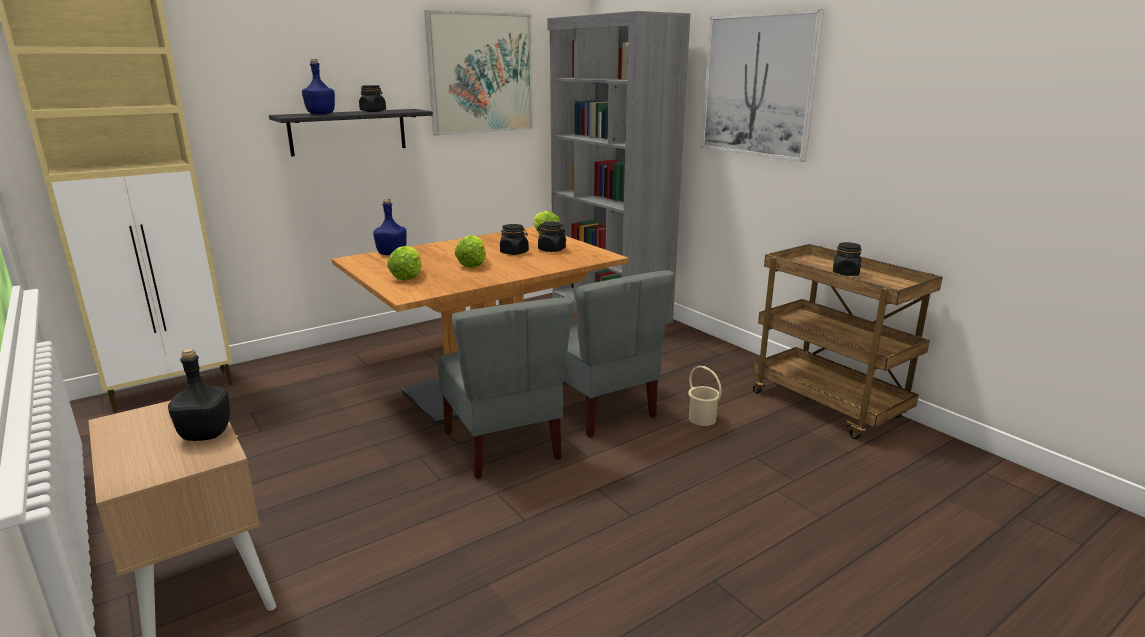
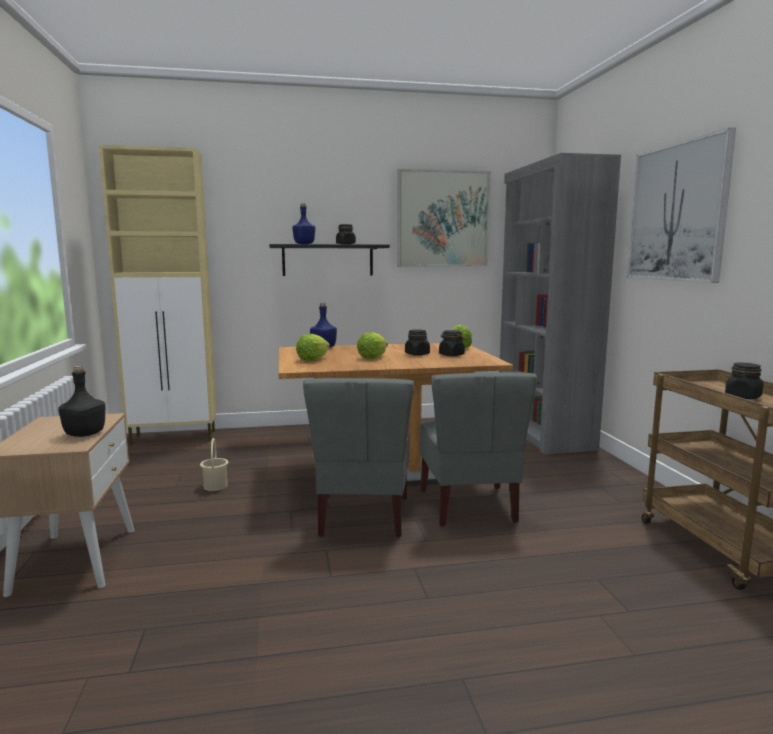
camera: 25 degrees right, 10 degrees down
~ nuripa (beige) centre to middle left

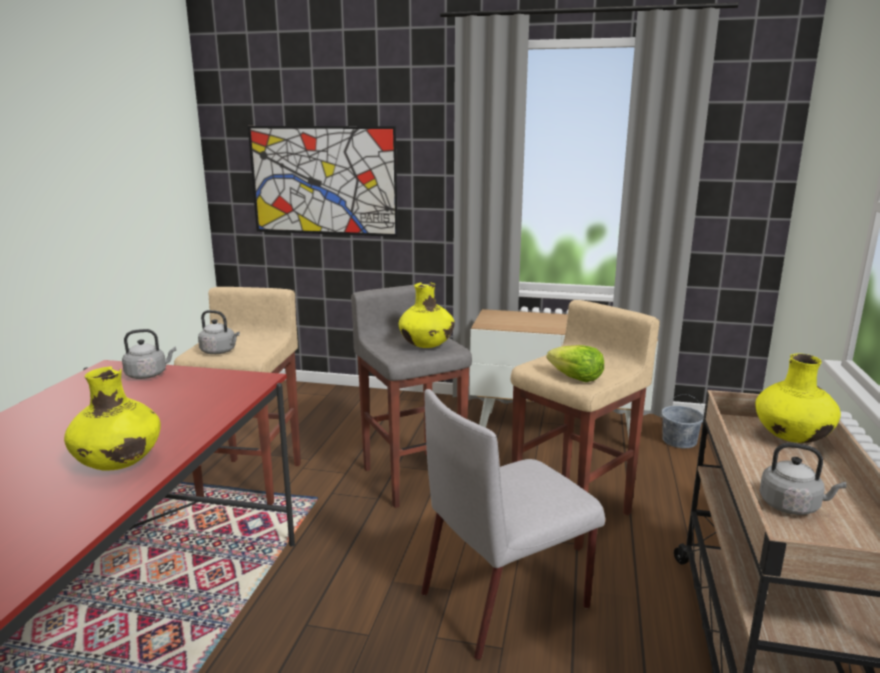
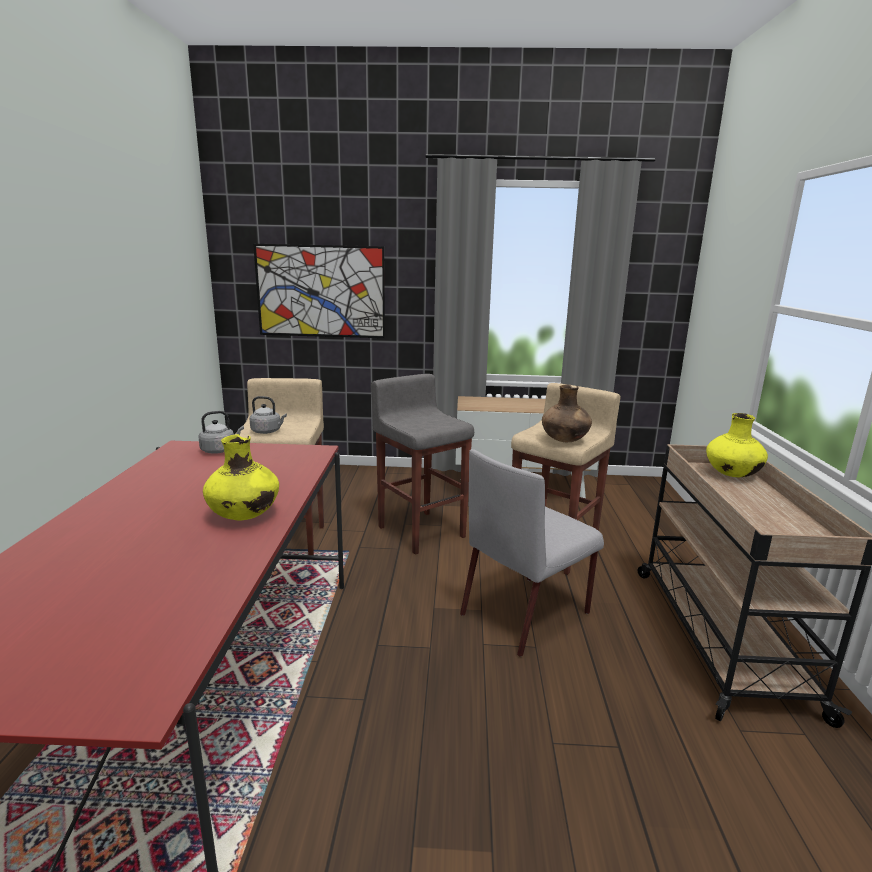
camera: 10 degrees left, 0 degrees up
- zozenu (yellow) (no. 2 from left) centre
- nuripa (grey) middle right
- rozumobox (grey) (no. 3 from left) bottom right
~ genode centre to zozenu (brown) centre

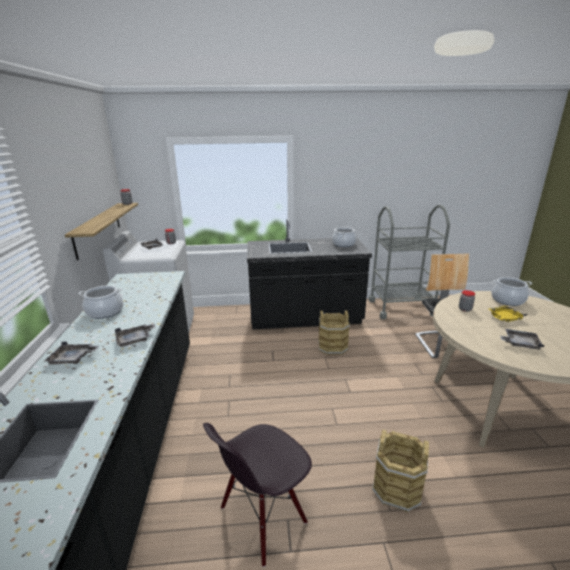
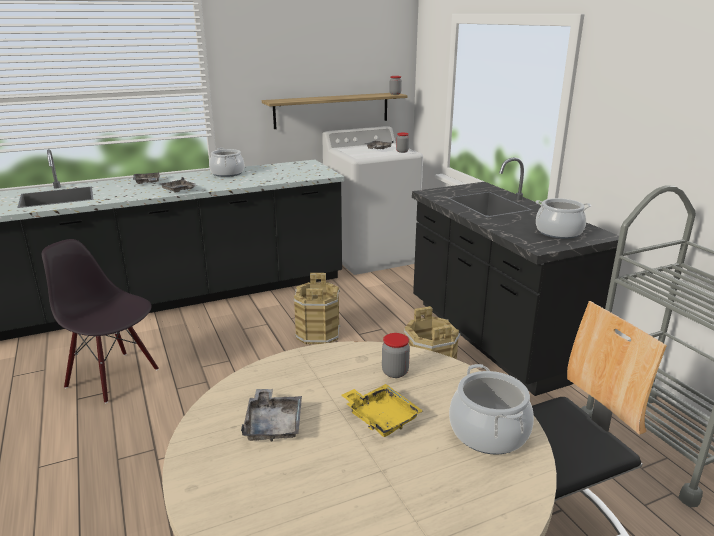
camera: 70 degrees right, 0 degrees up
~ nuripa (brown) (no. 2 from left in the first image) bottom right to nuripa (brown) (no. 1 from left) centre

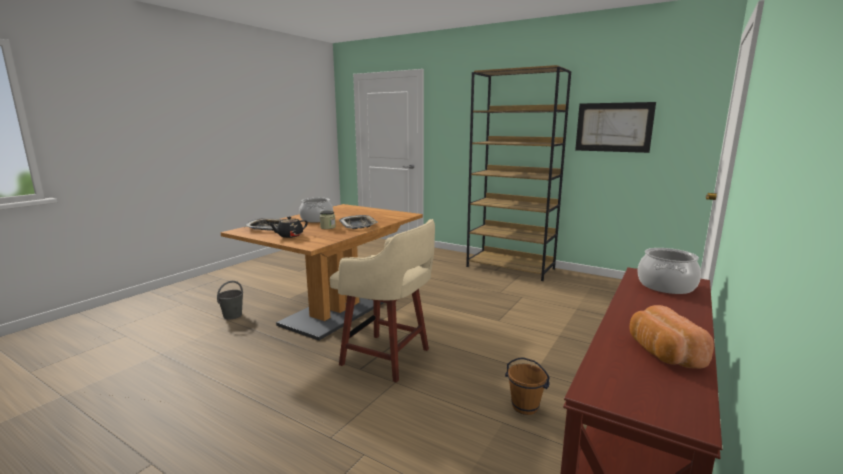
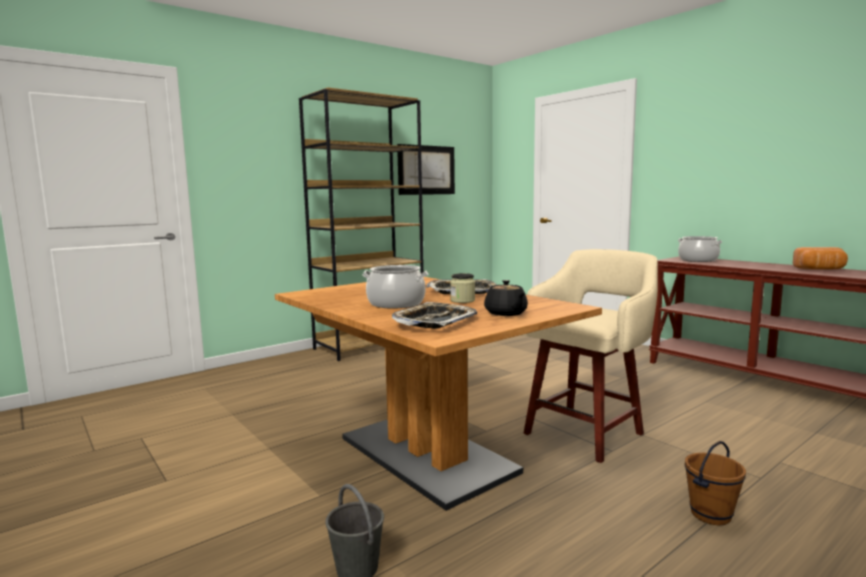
camera: 70 degrees left, 5 degrees down
~ nuripa (brown) bottom centre to bottom right

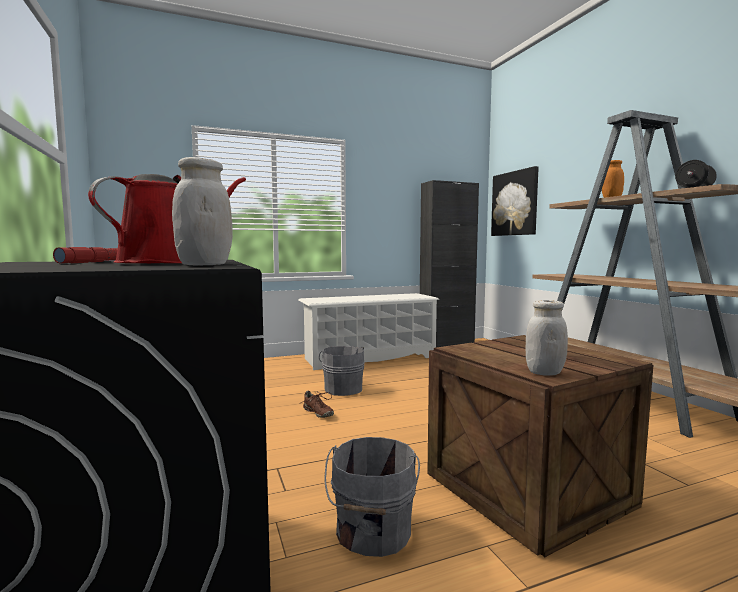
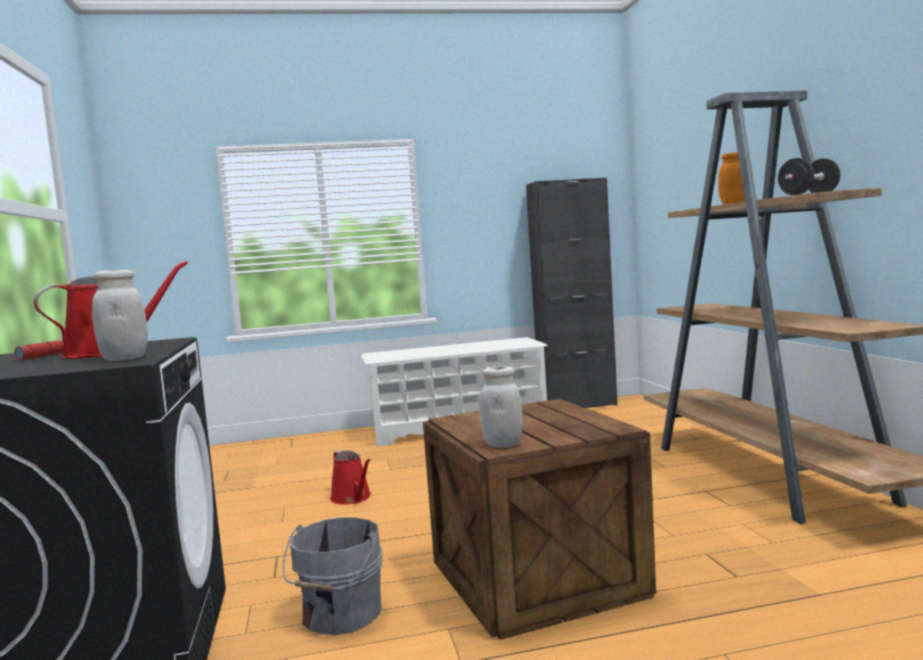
camera: 10 degrees right, 0 degrees up
- nuripa (grey) (no. 1 from left) centre
- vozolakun middle right
~ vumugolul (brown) bottom centre to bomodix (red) (no. 2 from left) bottom centre

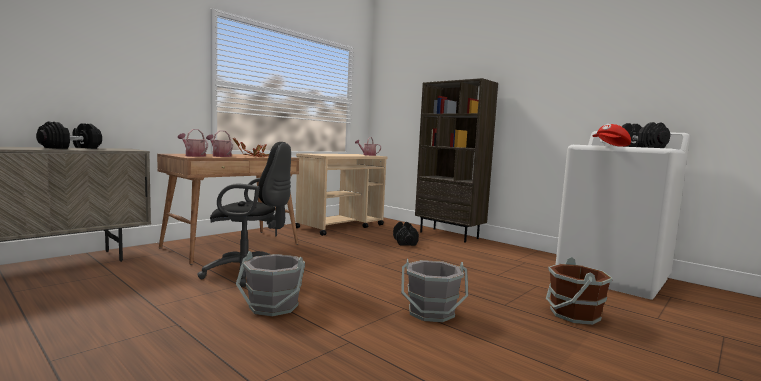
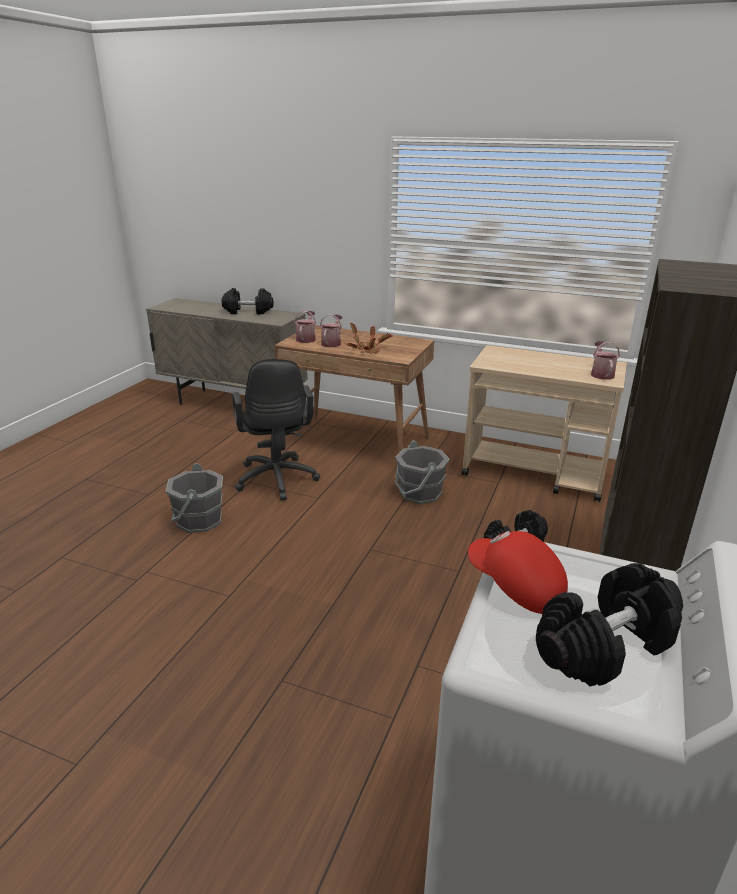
camera: 70 degrees right, 20 degrees up
- nuripa (brown) bottom right
~ nuripa (grey) (no. 2 from left) bottom centre to centre

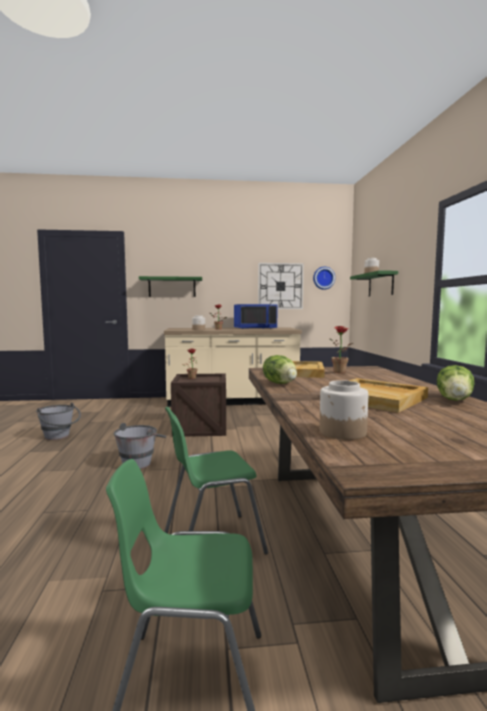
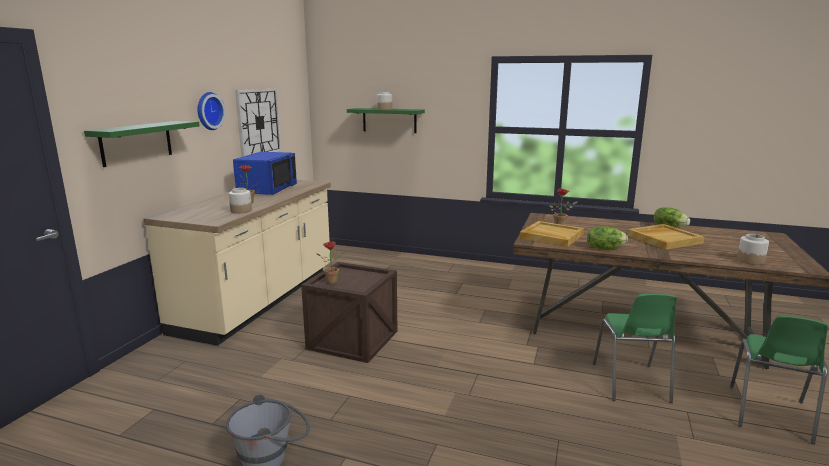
camera: 65 degrees left, 10 degrees up
- nuripa (grey) (no. 2 from left) middle left
~ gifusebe (no. 2 from left in the first image) centre to gifusebe (no. 1 from left) top left

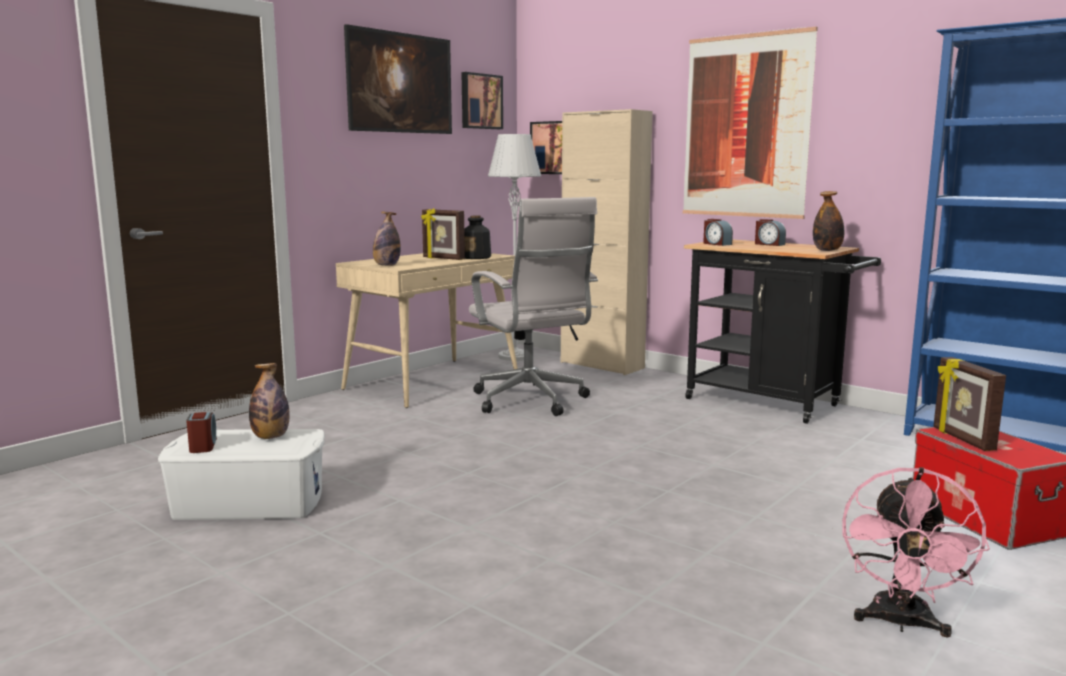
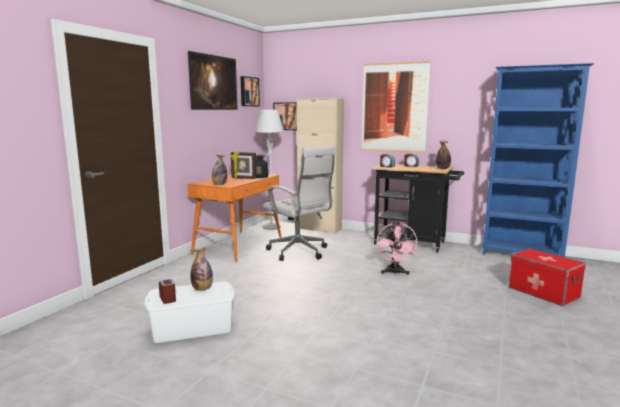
camera: 15 degrees left, 0 degrees up
- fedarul (no. 2 from left) middle right
~ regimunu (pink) bottom right to centre
~ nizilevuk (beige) centre to nizilevuk (orange) centre

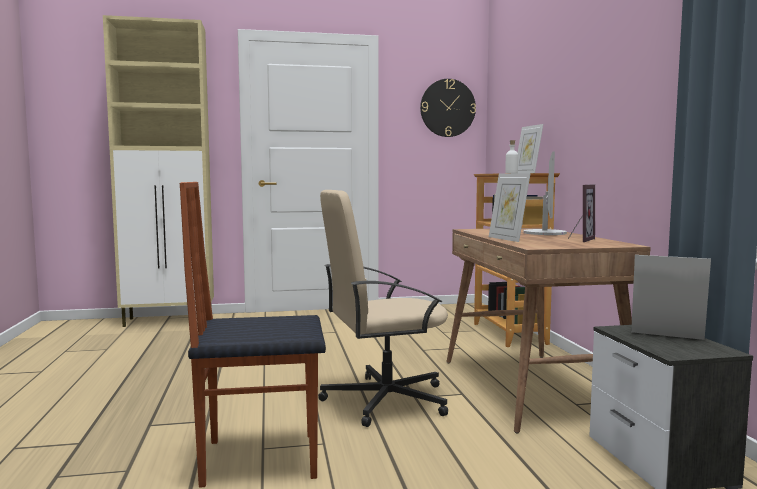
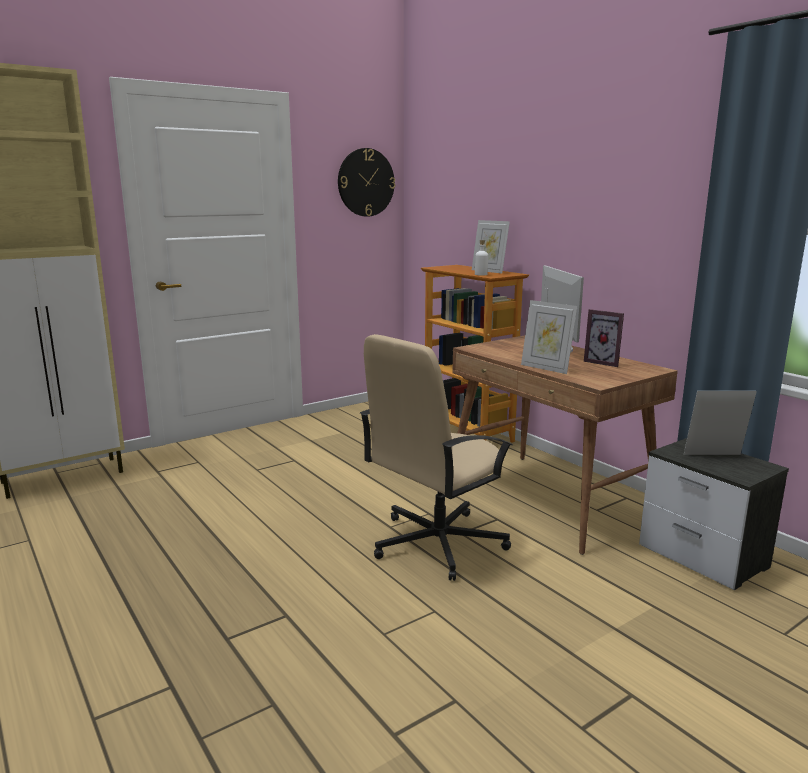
camera: 25 degrees left, 10 degrees up
- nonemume bottom centre
~ fedarul (no. 3 from left) middle right = middle right 120 degrees clockwise

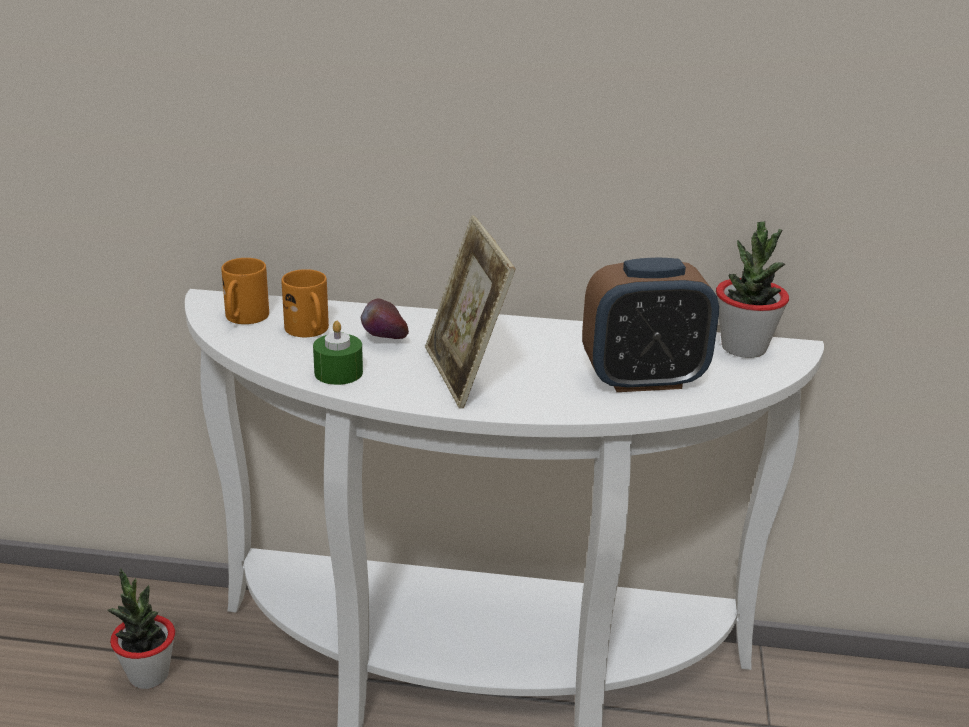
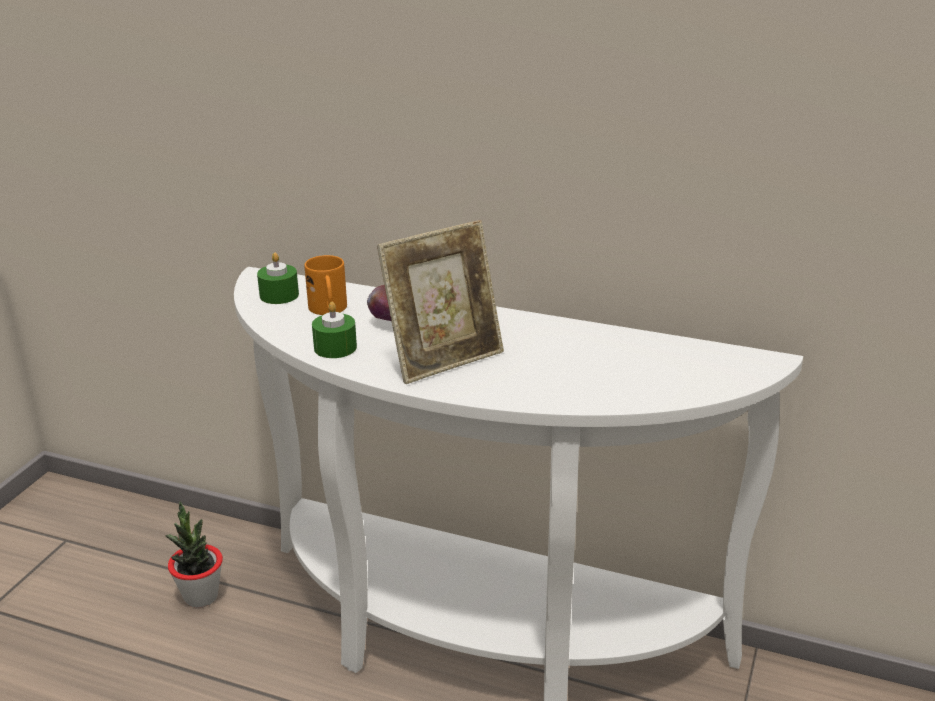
camera: 15 degrees right, 0 degrees up
- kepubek middle right
- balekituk (no. 2 from left) middle right
~ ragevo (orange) (no. 1 from left) middle left to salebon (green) (no. 1 from left) middle left
~ fedarul centre = centre 120 degrees counterclockwise

